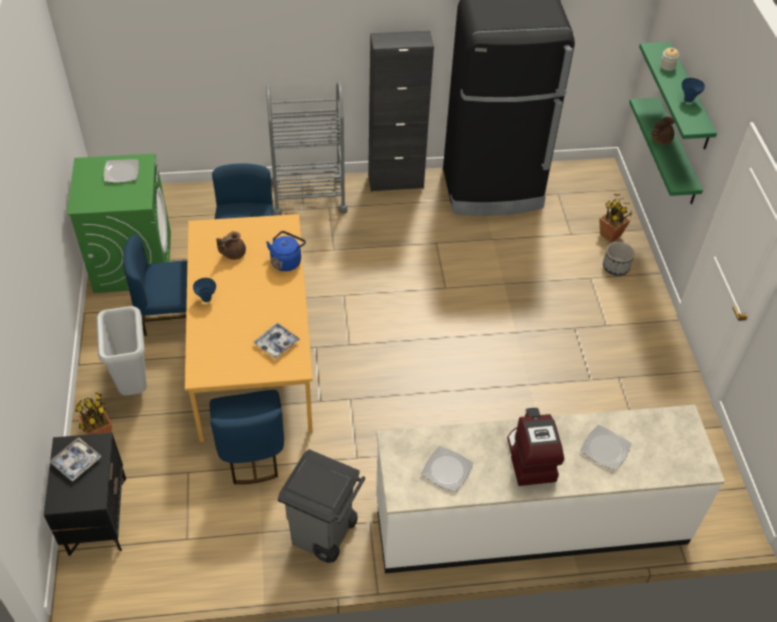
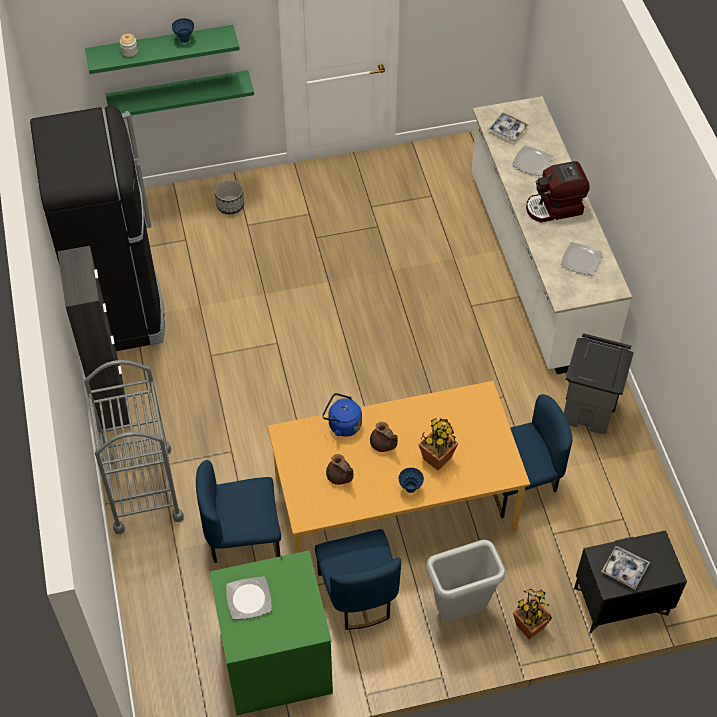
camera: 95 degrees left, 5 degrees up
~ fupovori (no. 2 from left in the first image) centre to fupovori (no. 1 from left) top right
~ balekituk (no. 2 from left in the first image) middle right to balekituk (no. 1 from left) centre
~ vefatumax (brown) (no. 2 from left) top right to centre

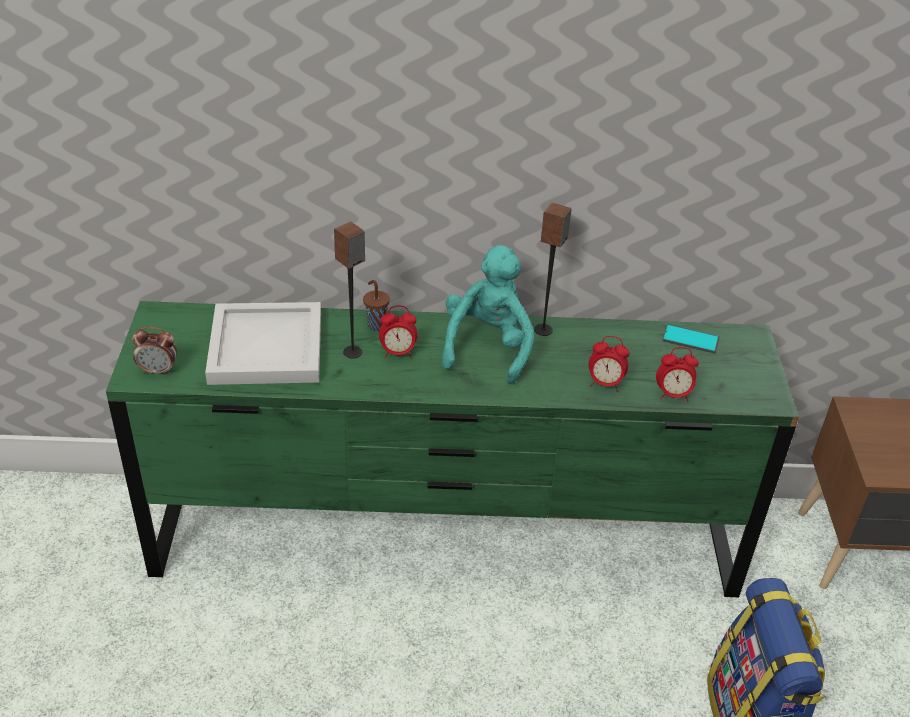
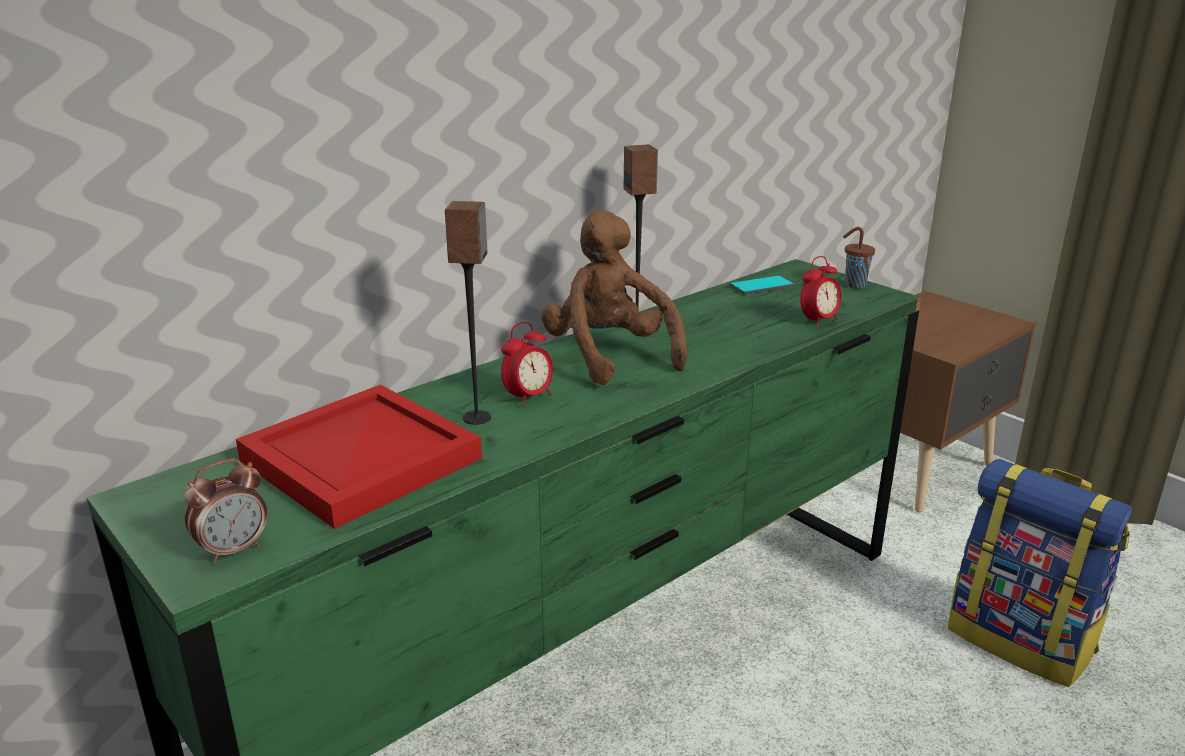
camera: 40 degrees left, 15 degrees down
- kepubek (no. 3 from left) middle right
~ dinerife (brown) centre to middle right
~ fupovori (white) middle left to fupovori (red) middle left
~ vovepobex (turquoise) centre to vovepobex (brown) centre

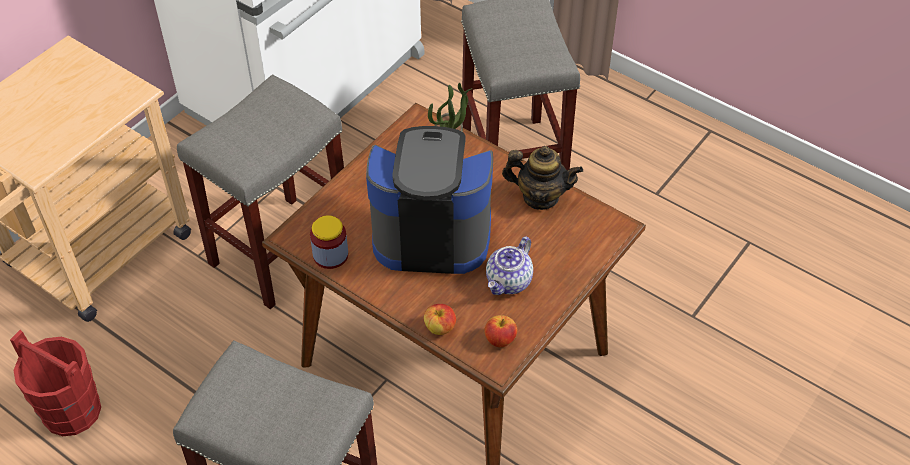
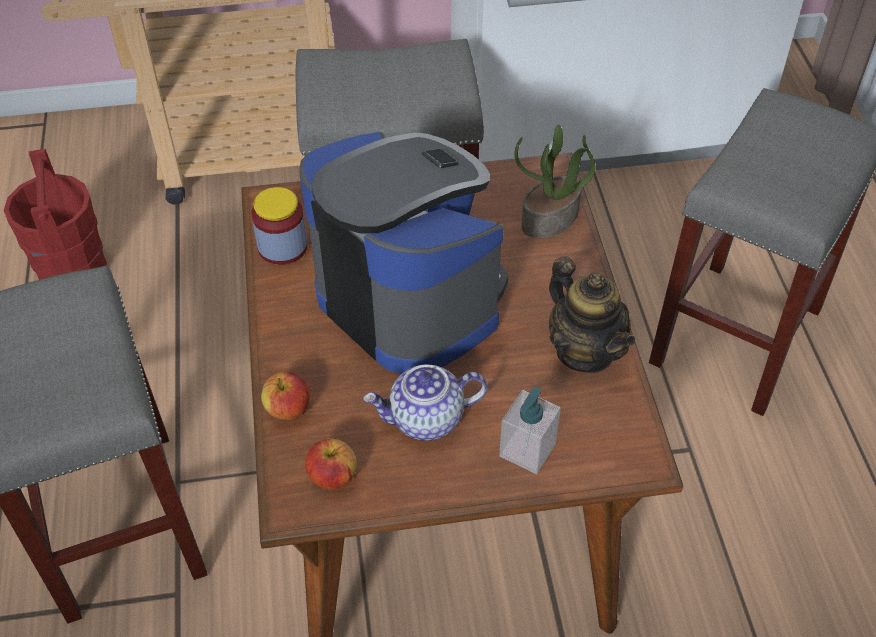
camera: 45 degrees right, 0 degrees up
+ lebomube bottom centre

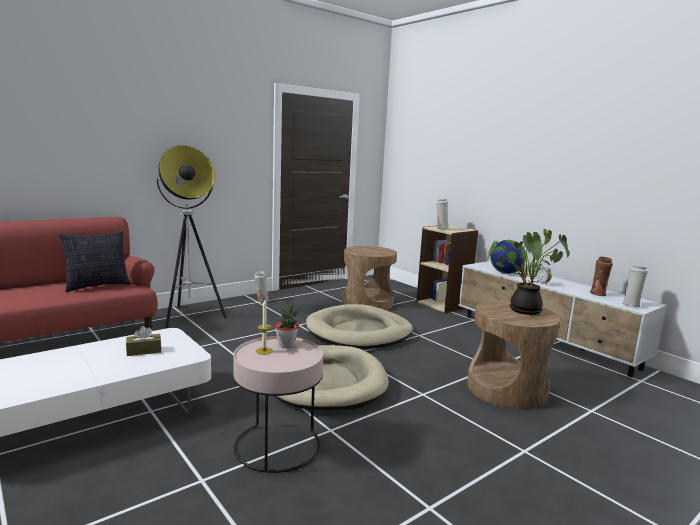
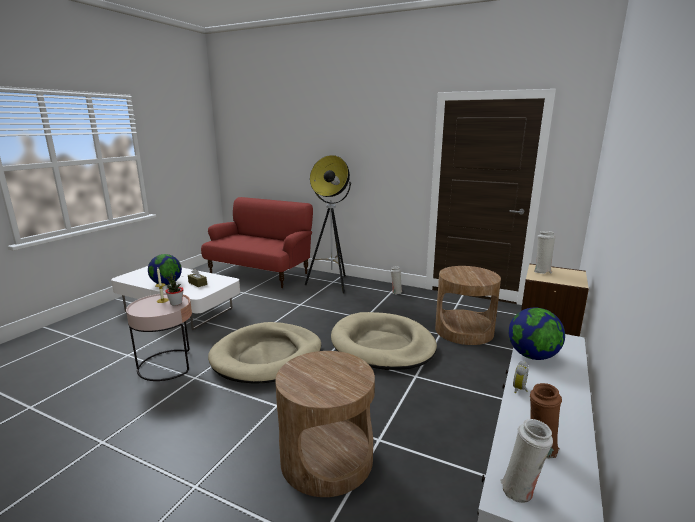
camera: 65 degrees right, 5 degrees up
- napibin middle left
- balekituk (no. 2 from left) middle right
+ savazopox (no. 1 from left) middle left

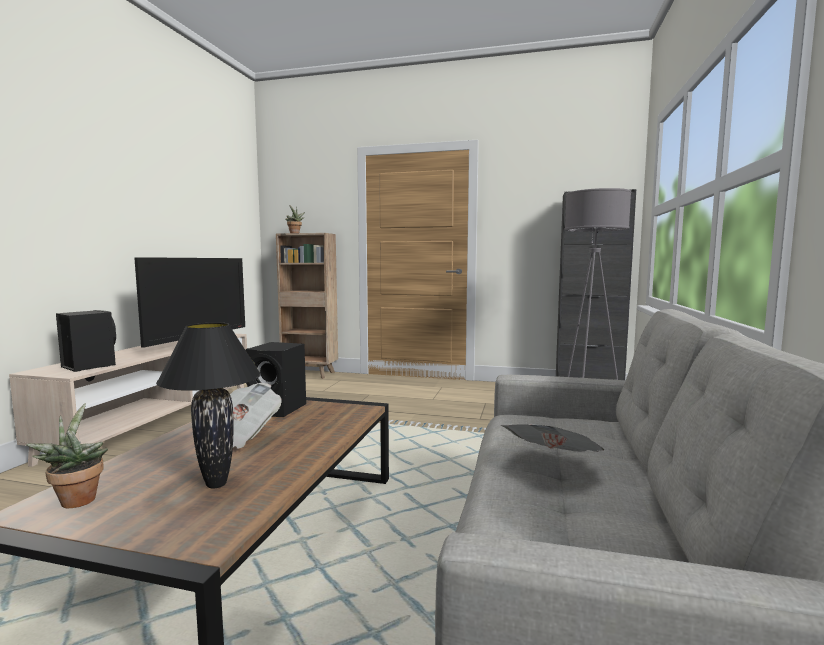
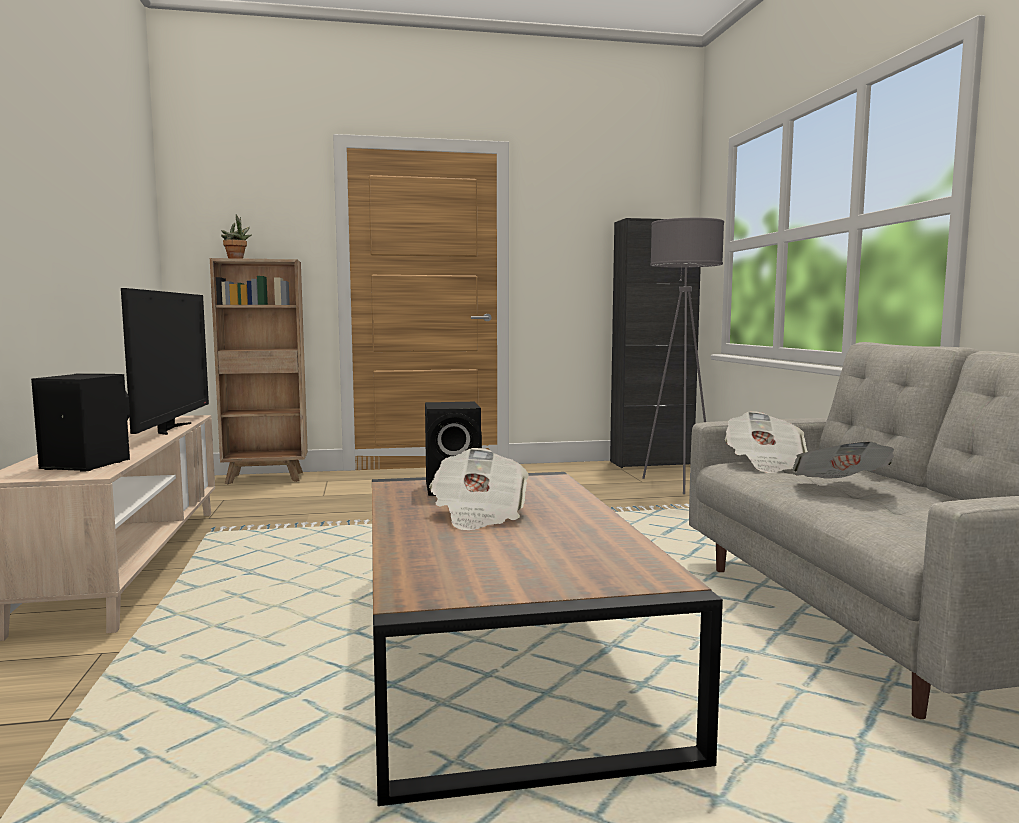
camera: 25 degrees left, 0 degrees up
- balekituk (no. 1 from left) bottom left
- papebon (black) middle left
+ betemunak (no. 2 from left) middle right

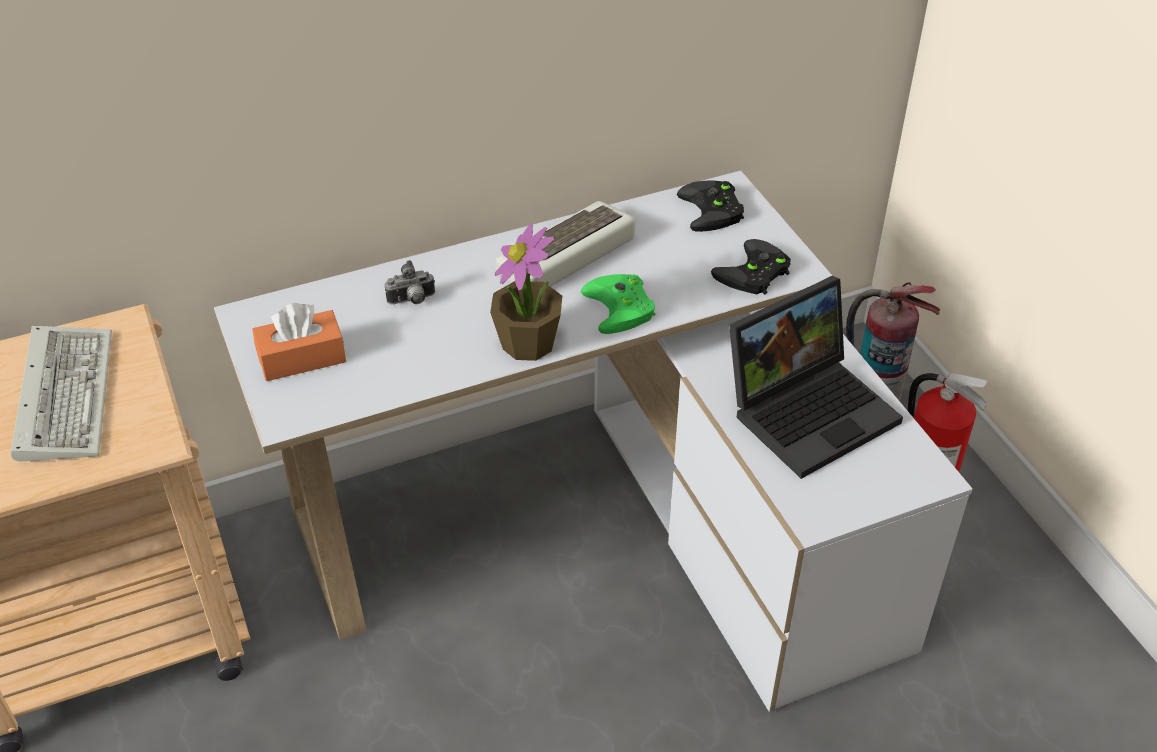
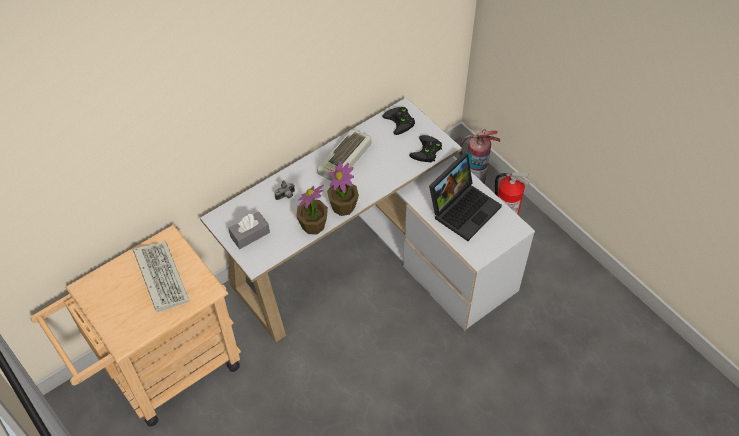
camera: 15 degrees left, 10 degrees up
- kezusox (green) centre
+ balekituk (no. 1 from left) centre
~ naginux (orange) middle left to naginux (grey) centre

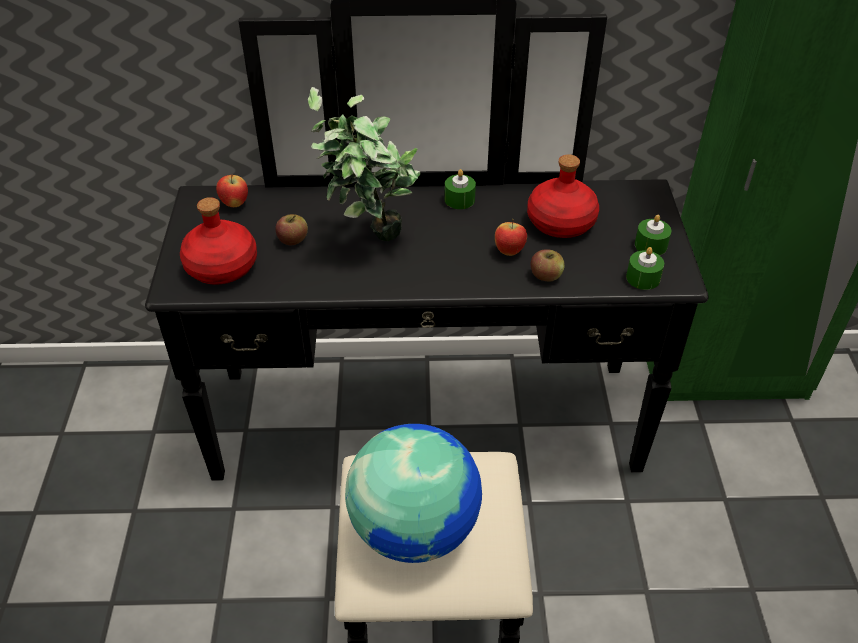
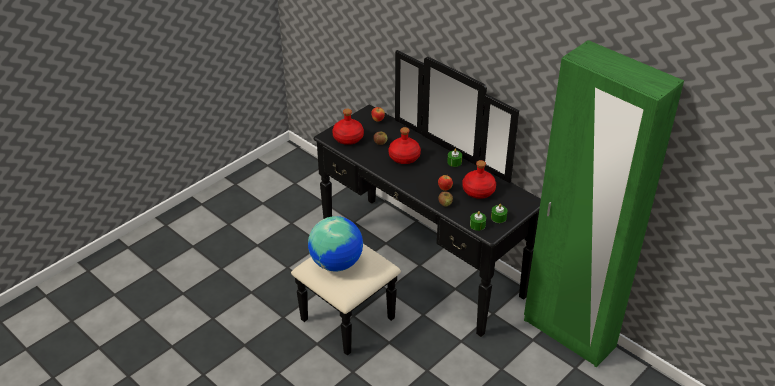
camera: 45 degrees right, 5 degrees down
~ balekituk top centre to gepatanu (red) (no. 2 from left) centre

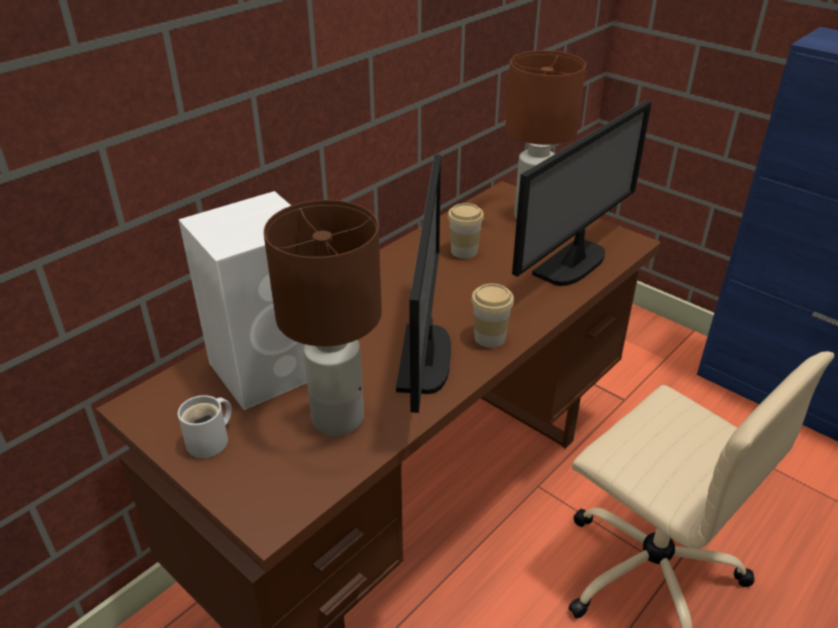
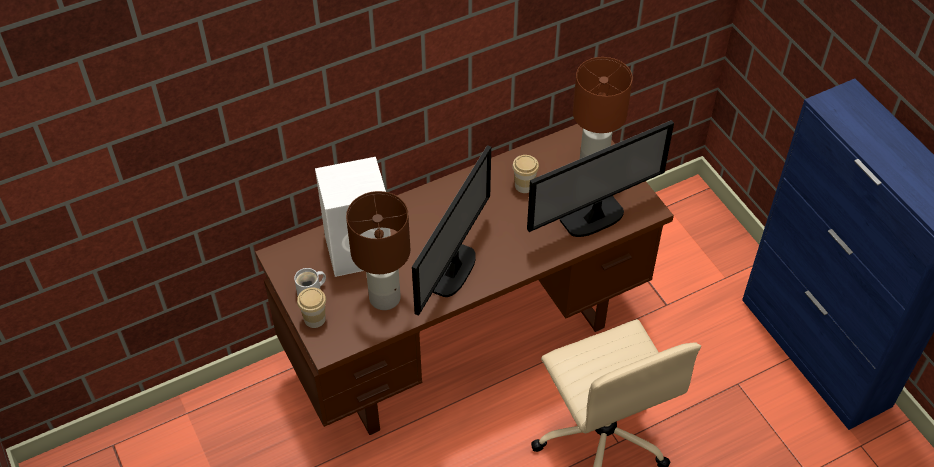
camera: 20 degrees right, 15 degrees up
~ dinerife (no. 2 from left in the first image) centre to dinerife (no. 1 from left) middle left

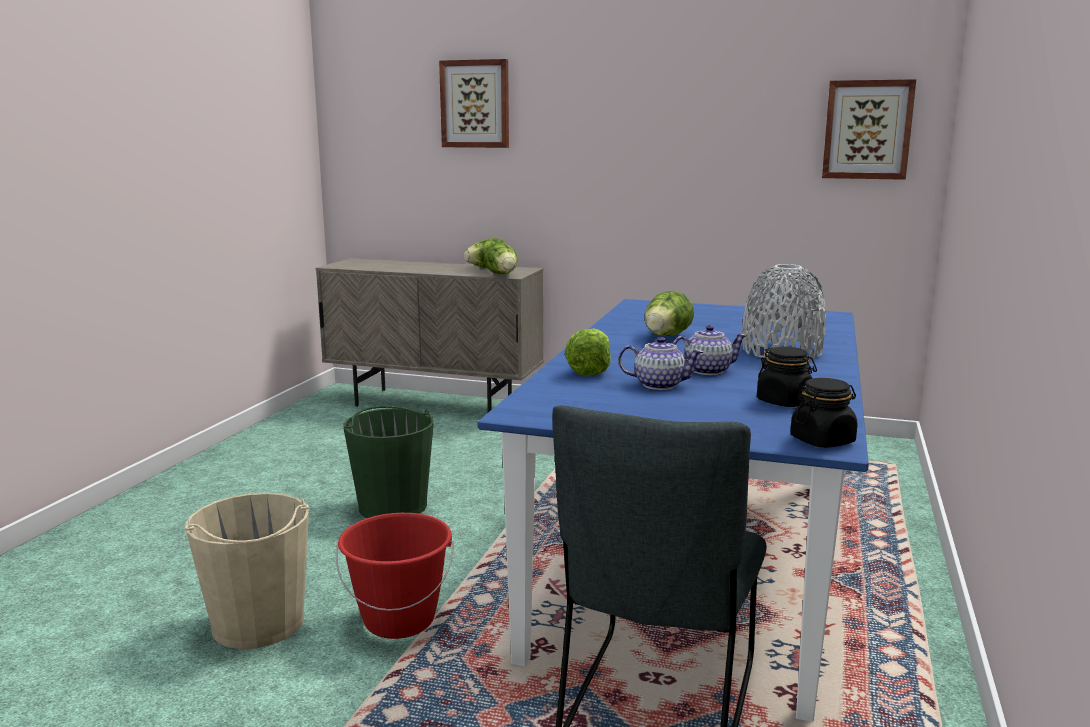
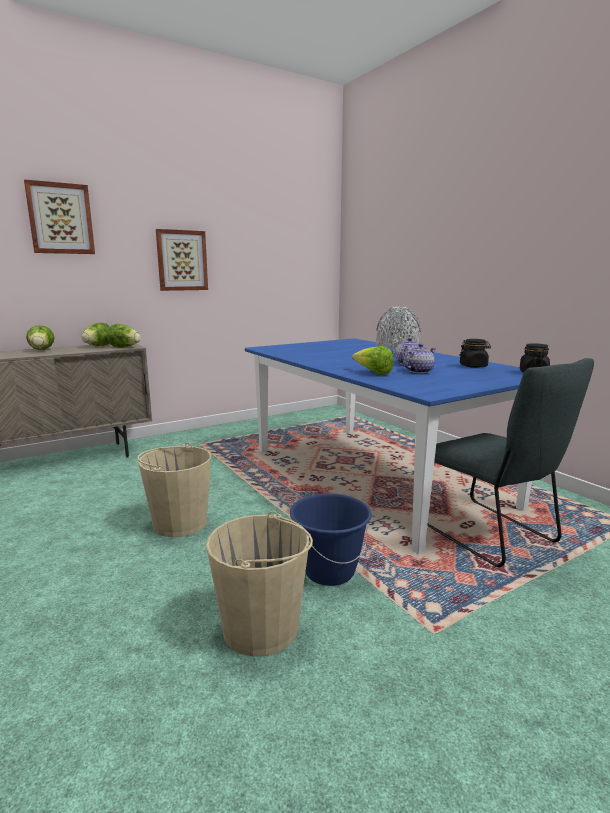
camera: 50 degrees left, 0 degrees up
~ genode (no. 4 from left in the first image) centre to genode (no. 1 from left) middle left
~ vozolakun (no. 2 from left) top right to top left
~ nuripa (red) bottom centre to nuripa (blue) centre
~ nuripa (green) centre to nuripa (beige) (no. 1 from left) middle left

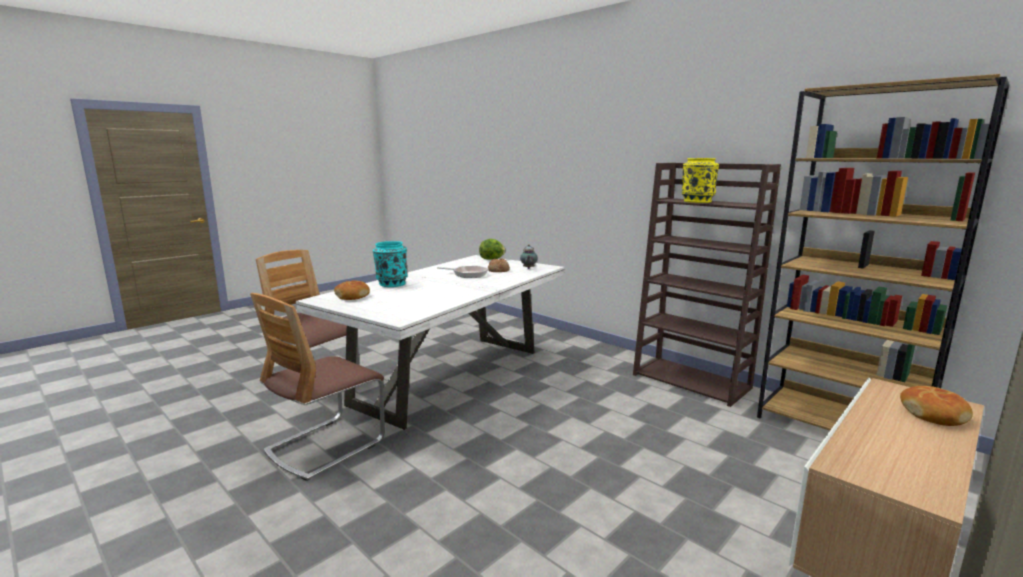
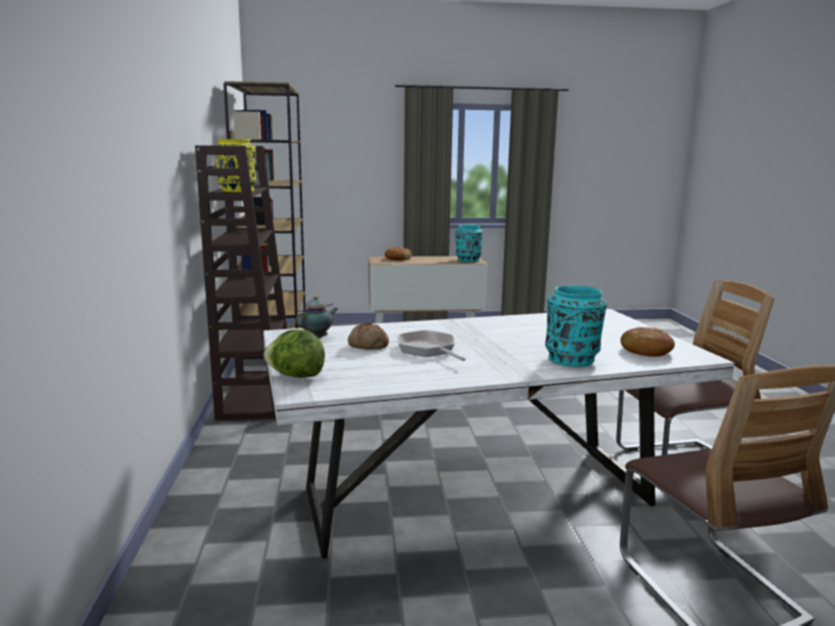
camera: 140 degrees left, 0 degrees up
+ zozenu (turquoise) (no. 1 from left) centre

